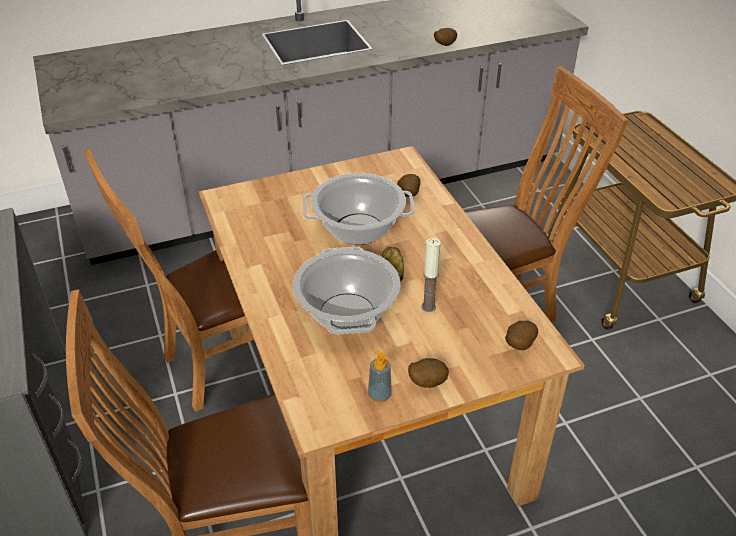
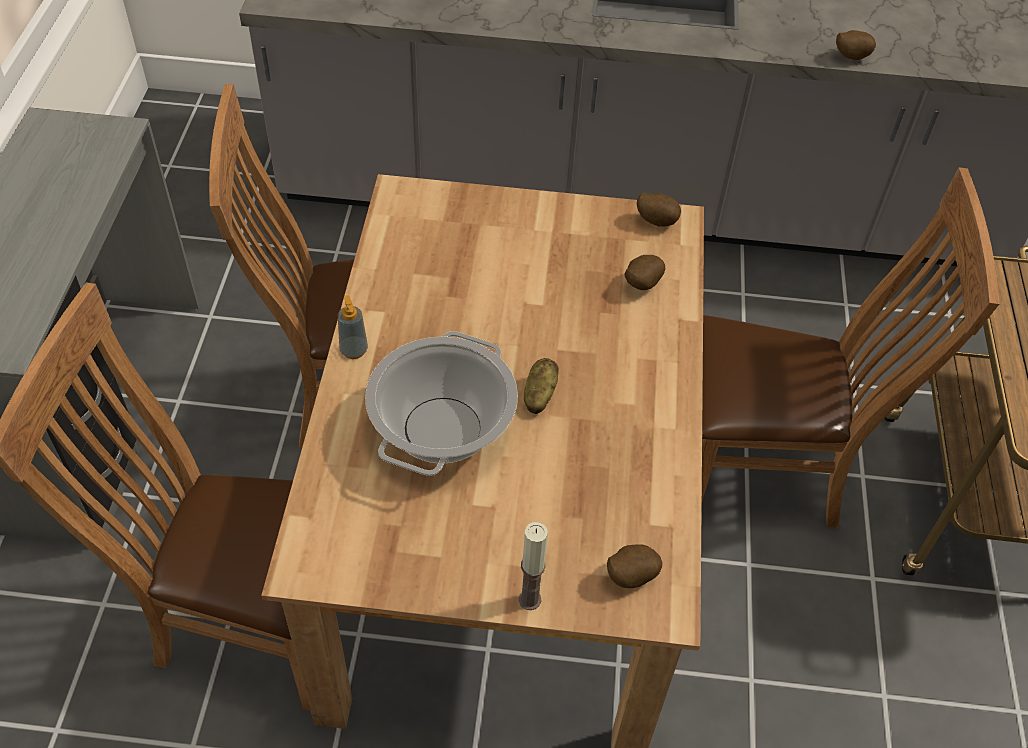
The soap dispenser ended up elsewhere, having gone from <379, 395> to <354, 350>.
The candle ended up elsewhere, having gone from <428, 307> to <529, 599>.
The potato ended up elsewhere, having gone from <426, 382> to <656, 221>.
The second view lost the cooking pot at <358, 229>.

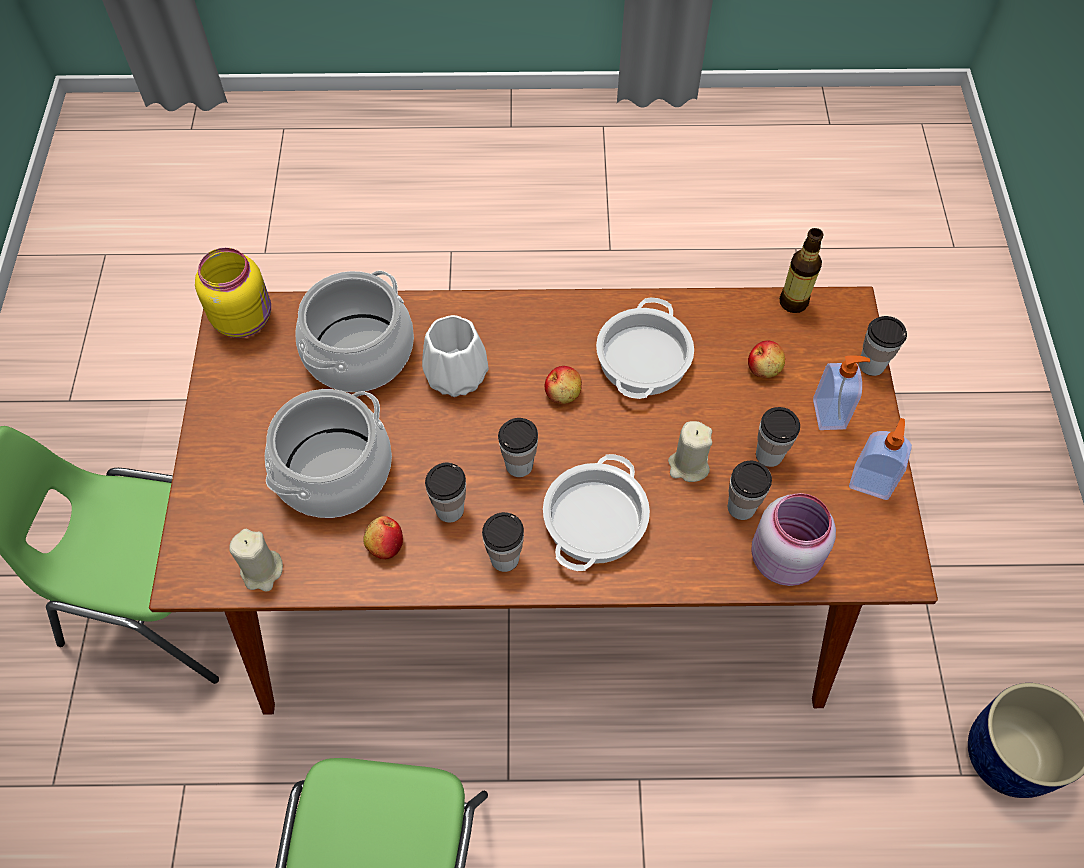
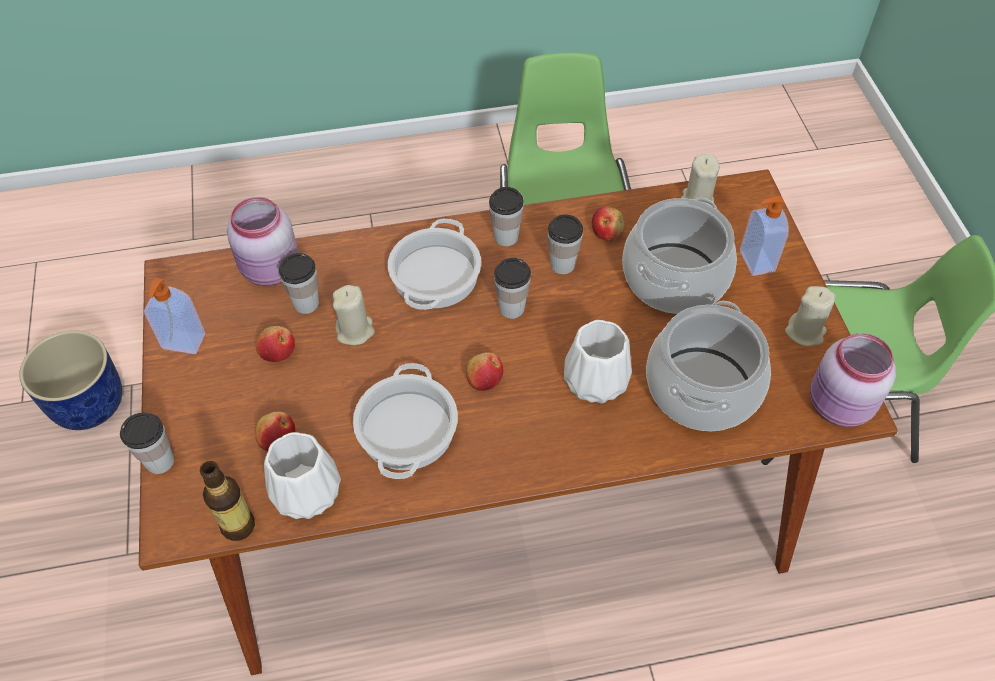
Where the cup stood at <769, 455>, the apple came to stand at <278, 352>.
The second view gained the vase/white at <308, 491>.
The soap dispenser ended up elsewhere, having gone from <830, 414> to <755, 261>.
The second view gained the candle/beige at <805, 332>.
What was the jar/yellow at <245, 318> turned into the jar/pink at <838, 407>.

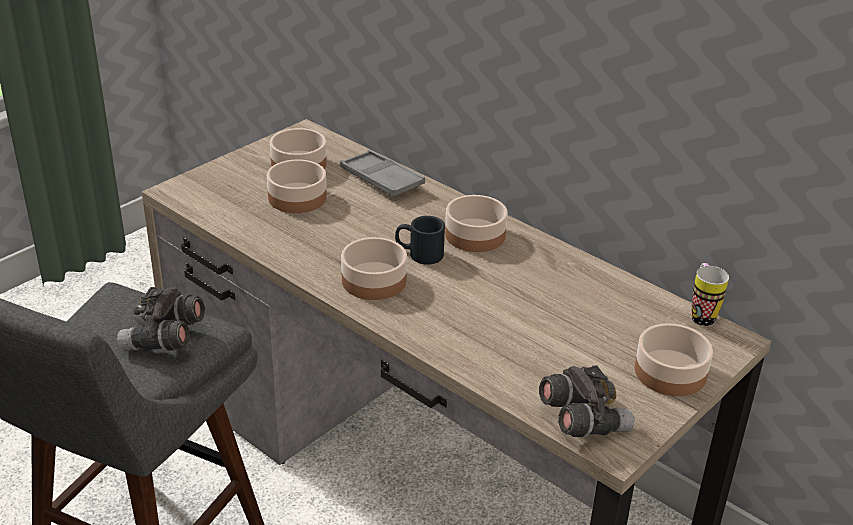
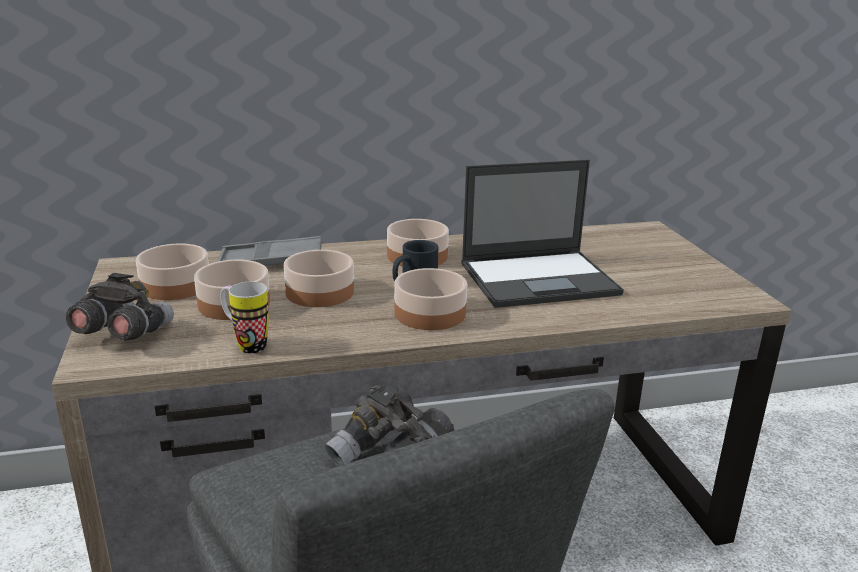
The binoculars/grey ended up elsewhere, having gone from <582, 420> to <124, 335>.
The mug ended up elsewhere, having gone from <701, 314> to <245, 344>.
The bowl ended up elsewhere, having gone from <670, 373> to <320, 293>.
The second view gained the laptop at <540, 279>.

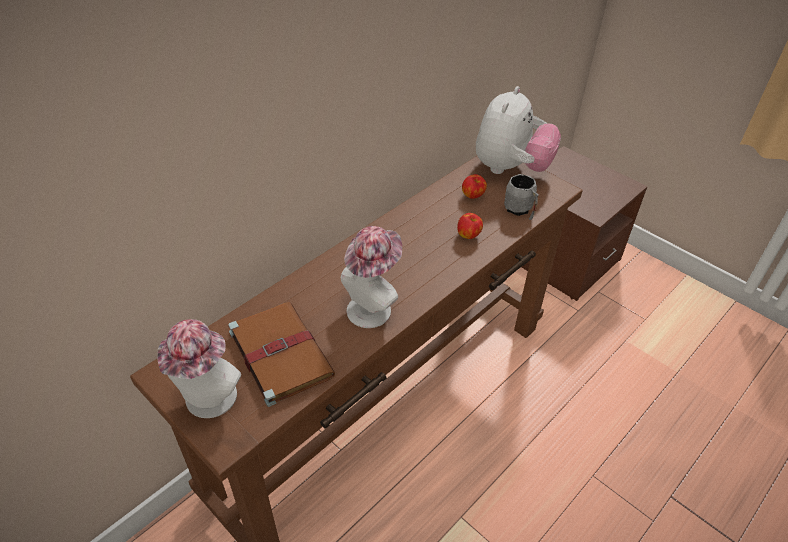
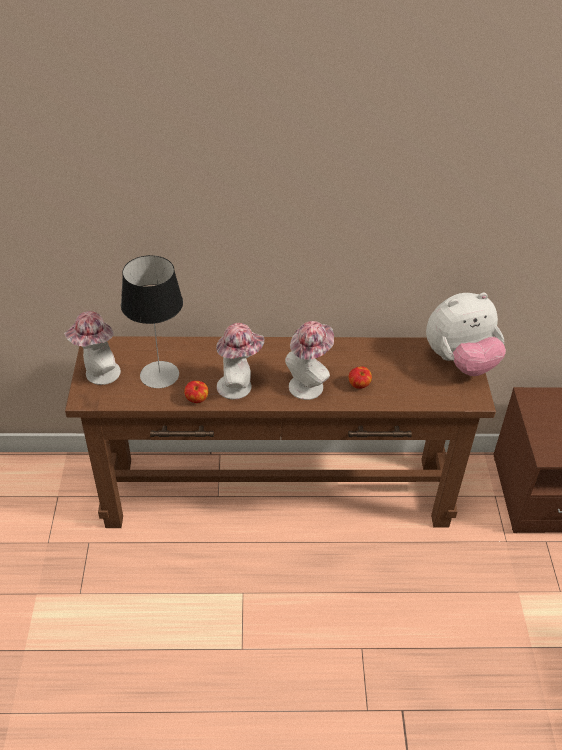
Where the book/brown stood at <279, 352>, the table lamp came to stand at <160, 374>.
The apple ended up elsewhere, having gone from <473, 196> to <197, 400>.
The second view gained the hat at <309, 384>.
The second view lost the mug/grey at <520, 211>.

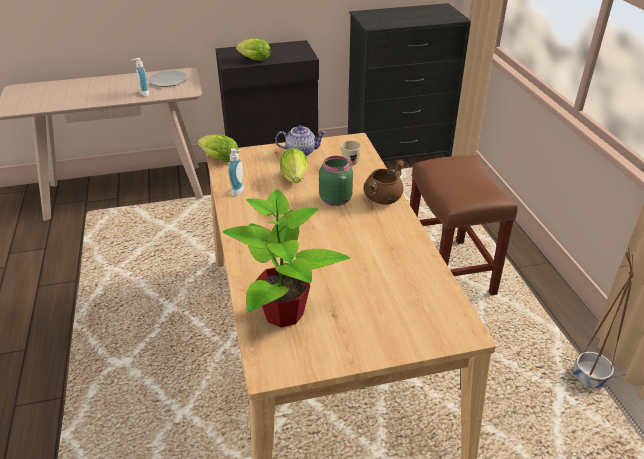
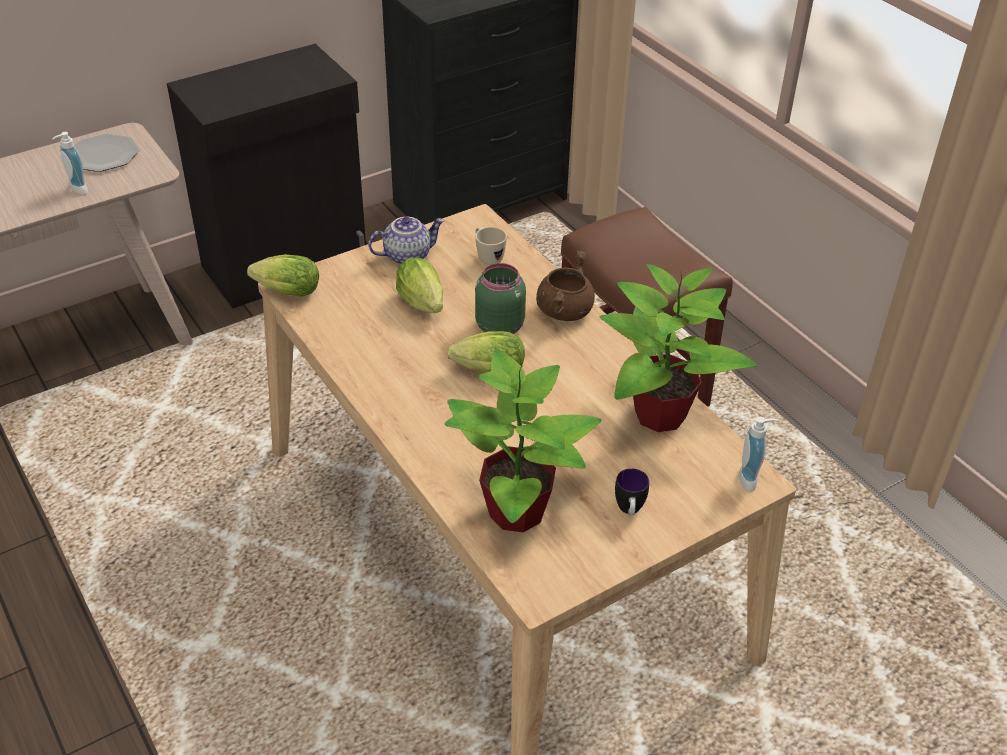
The lettuce ended up elsewhere, having gone from <253, 59> to <485, 370>.
The second view gained the potted plant at <658, 414>.
The second view gained the mug at <629, 511>.
The soap dispenser ended up elsewhere, having gone from <240, 191> to <751, 479>.
The second view lost the planter/brown at <589, 376>.

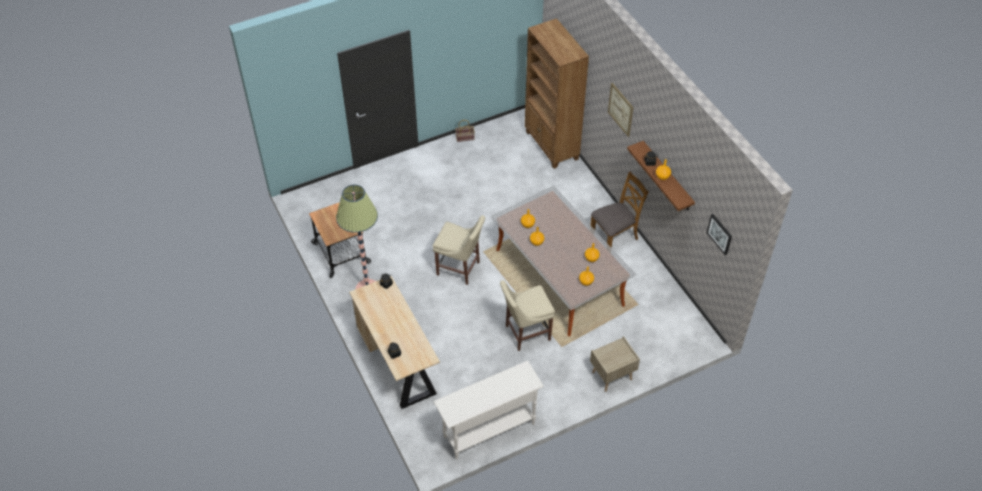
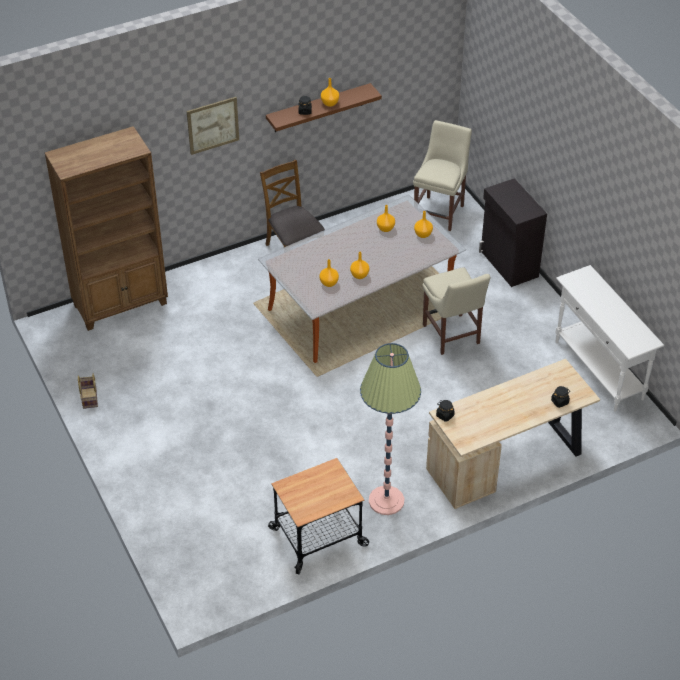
The chair/beige ended up elsewhere, having gone from <460, 269> to <440, 211>.
Where the nightstand/beige stood at <611, 376>, the cabinet/black came to stand at <508, 264>.
The second view lost the picture at <720, 234>.

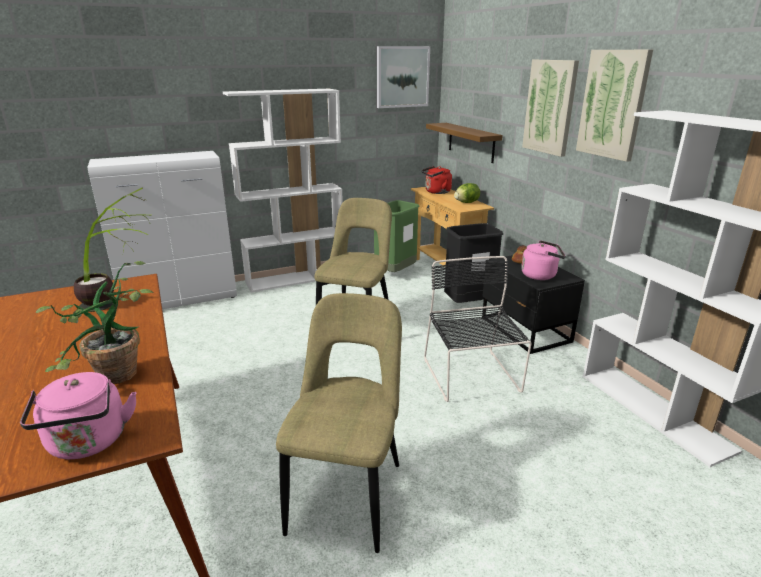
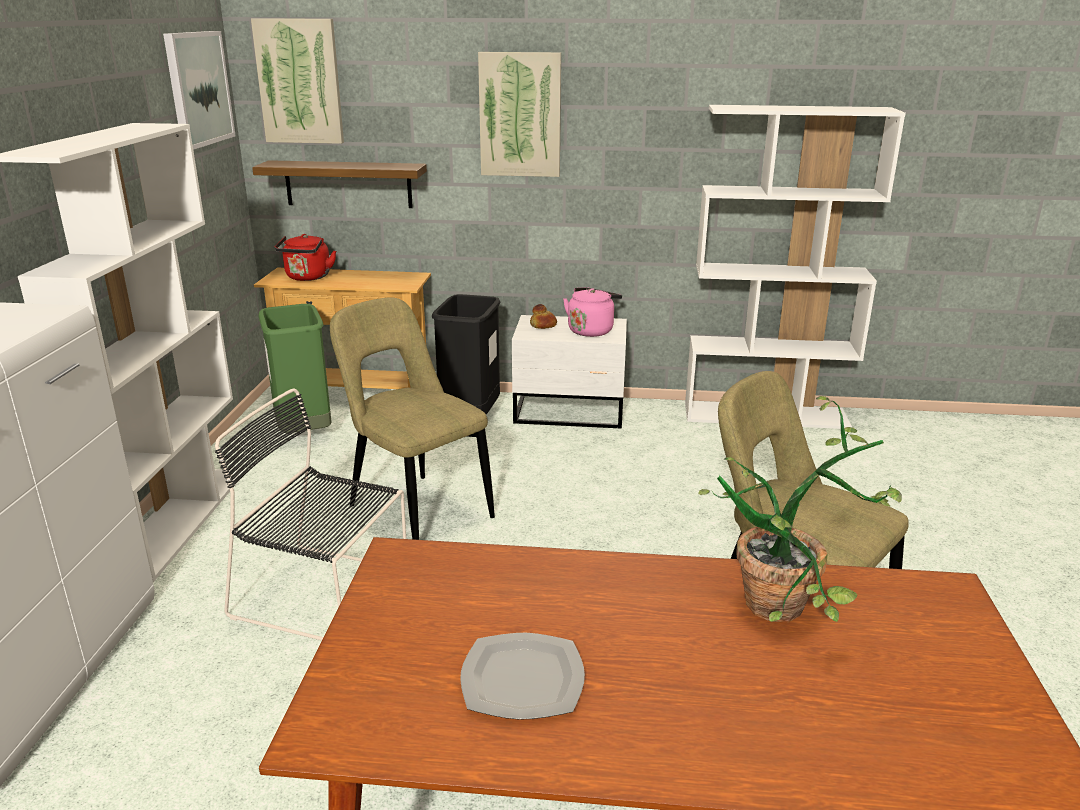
The chair/black ended up elsewhere, having gone from <472, 377> to <325, 594>.
The picture ended up elsewhere, having gone from <613, 104> to <299, 81>.
The second view gained the plate at <523, 680>.
What was the nightstand/black at <525, 330> turned into the nightstand/white at <571, 412>.
The second view lost the kettle/pink at <88, 443>.
The second view lost the potted plant at <119, 304>.
The second view lost the lettuce at <466, 203>.

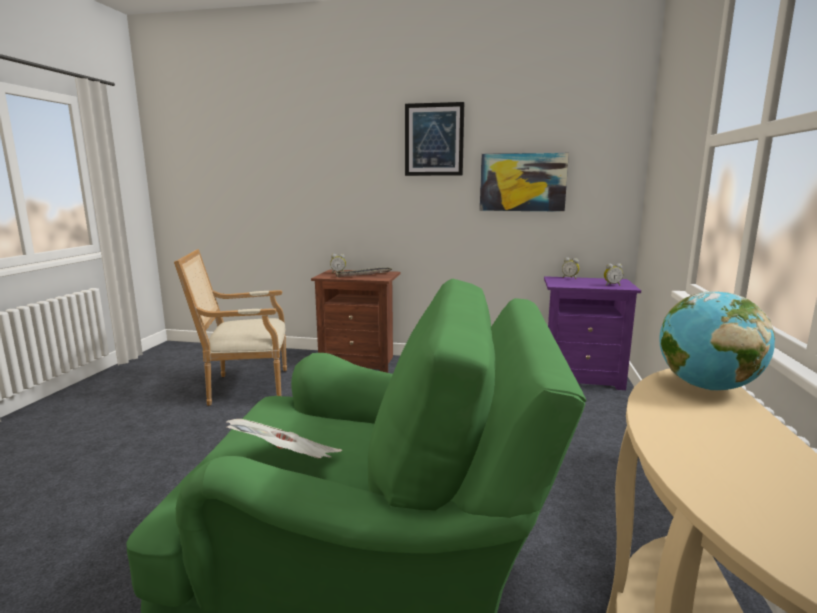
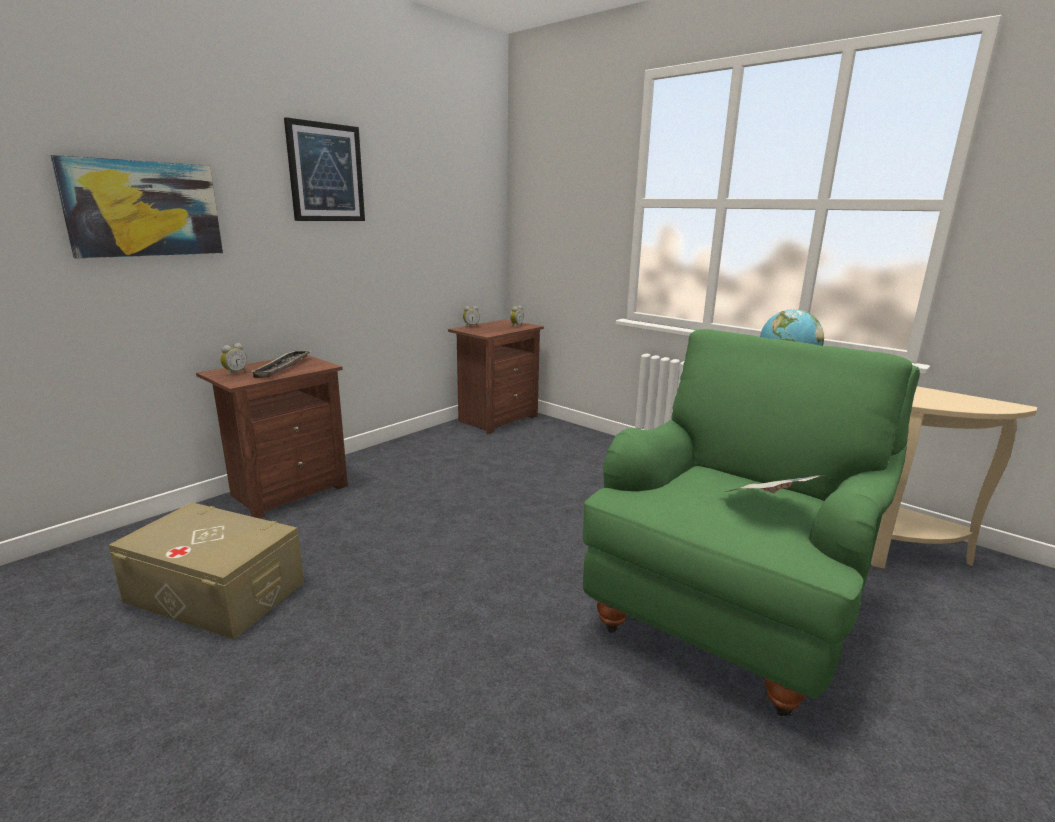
The picture ended up elsewhere, having gone from <522, 182> to <144, 209>.
Where the armchair stood at <244, 388>, the storage box/beige came to stand at <215, 592>.
What was the nightstand/purple at <581, 377> turned into the nightstand/brown at <496, 418>.

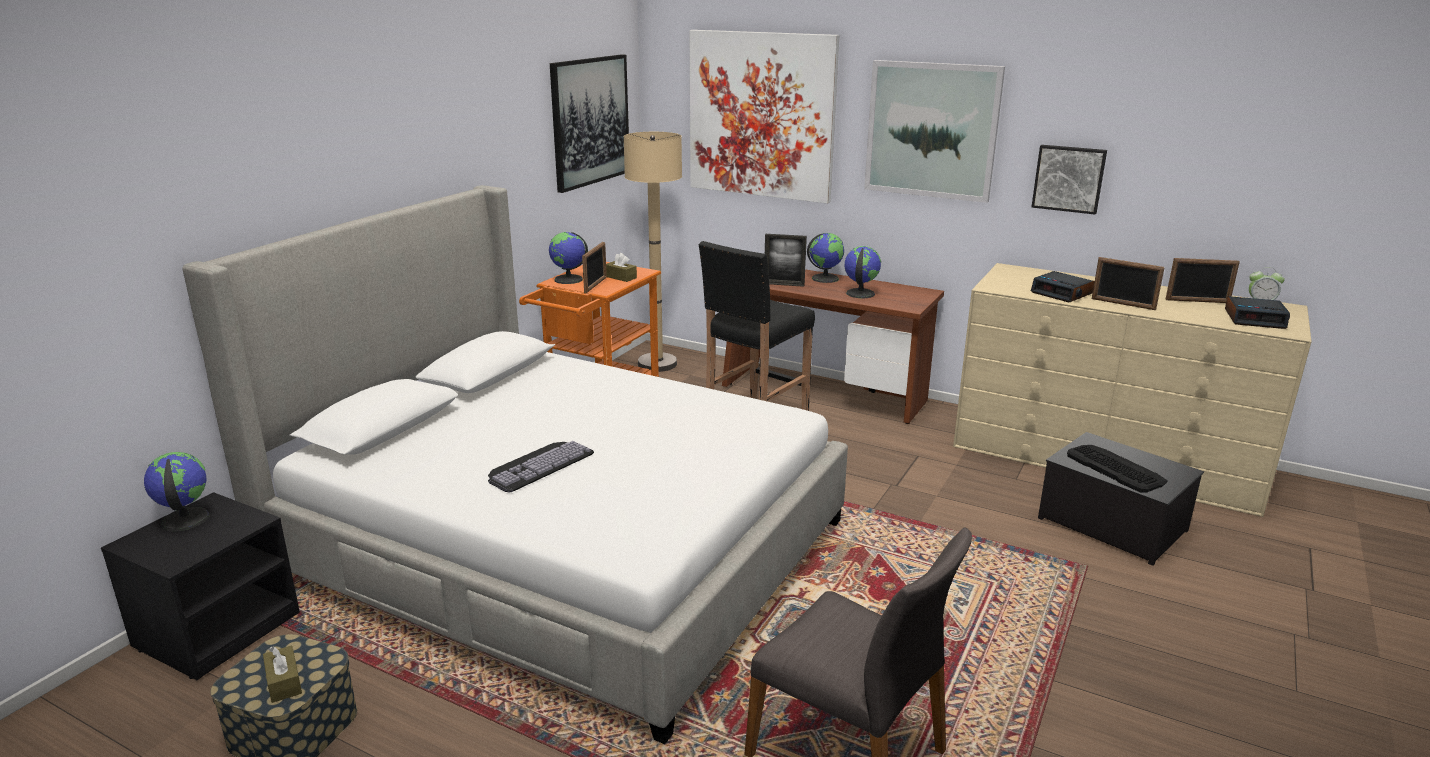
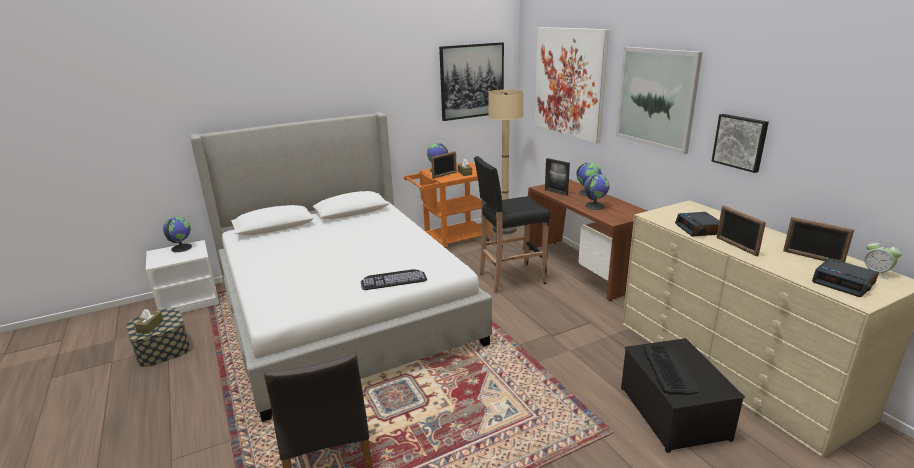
What was the nightstand/black at <218, 629> turned into the nightstand/white at <190, 300>.
The keyboard ended up elsewhere, having gone from <538, 464> to <393, 279>.

